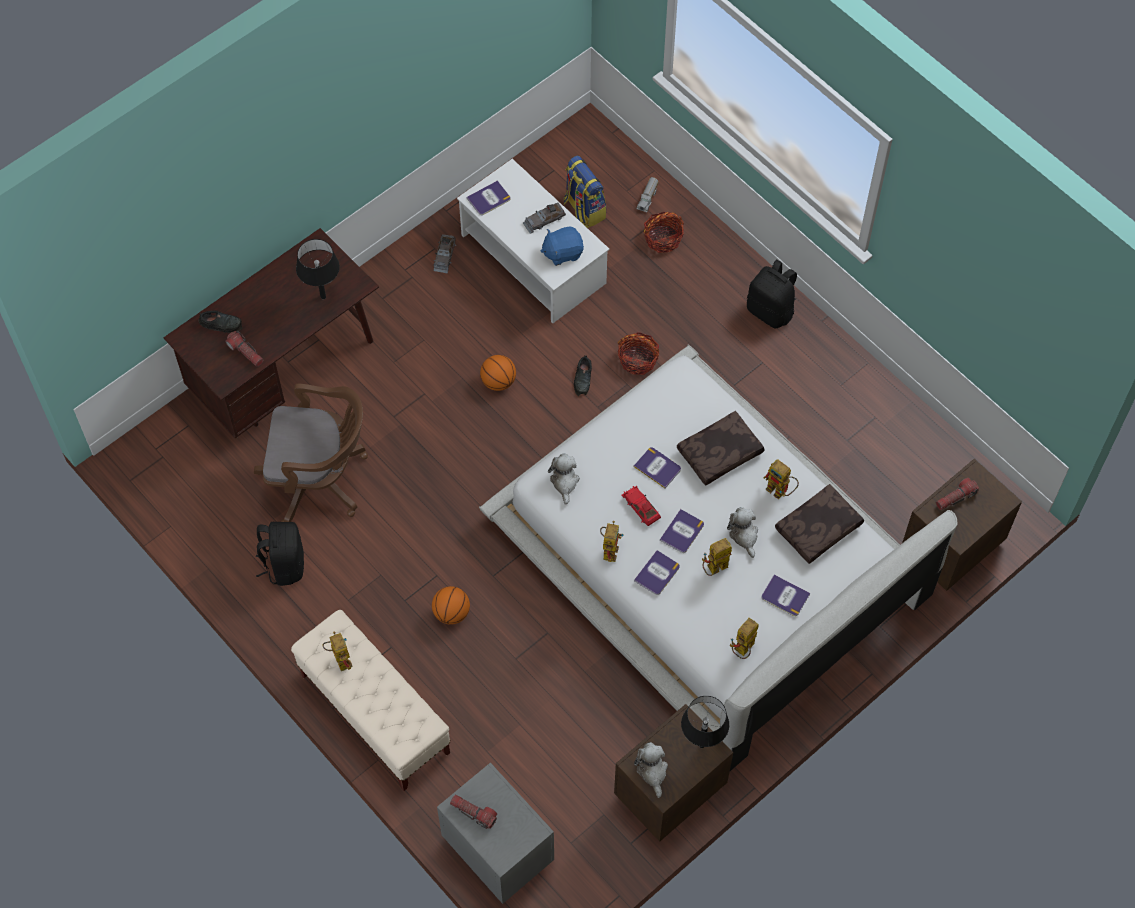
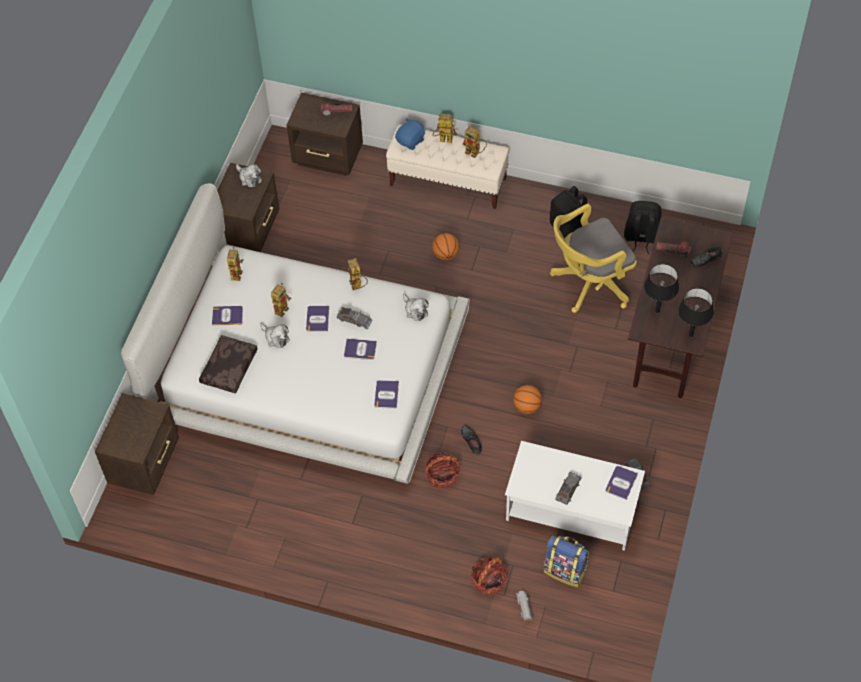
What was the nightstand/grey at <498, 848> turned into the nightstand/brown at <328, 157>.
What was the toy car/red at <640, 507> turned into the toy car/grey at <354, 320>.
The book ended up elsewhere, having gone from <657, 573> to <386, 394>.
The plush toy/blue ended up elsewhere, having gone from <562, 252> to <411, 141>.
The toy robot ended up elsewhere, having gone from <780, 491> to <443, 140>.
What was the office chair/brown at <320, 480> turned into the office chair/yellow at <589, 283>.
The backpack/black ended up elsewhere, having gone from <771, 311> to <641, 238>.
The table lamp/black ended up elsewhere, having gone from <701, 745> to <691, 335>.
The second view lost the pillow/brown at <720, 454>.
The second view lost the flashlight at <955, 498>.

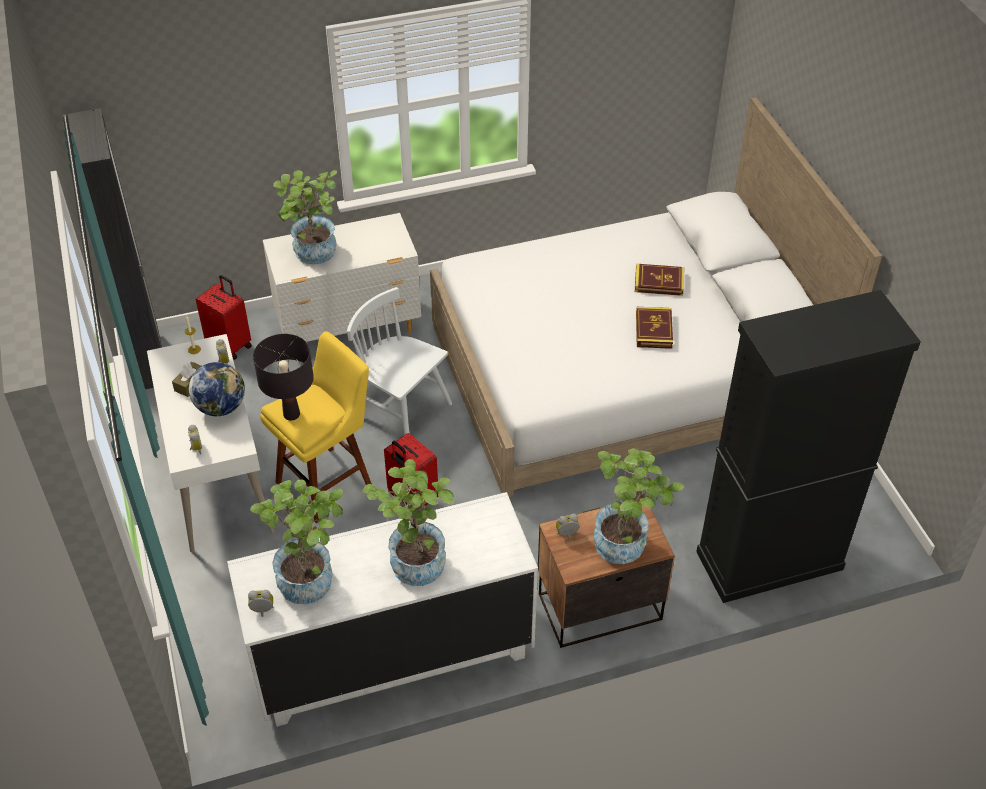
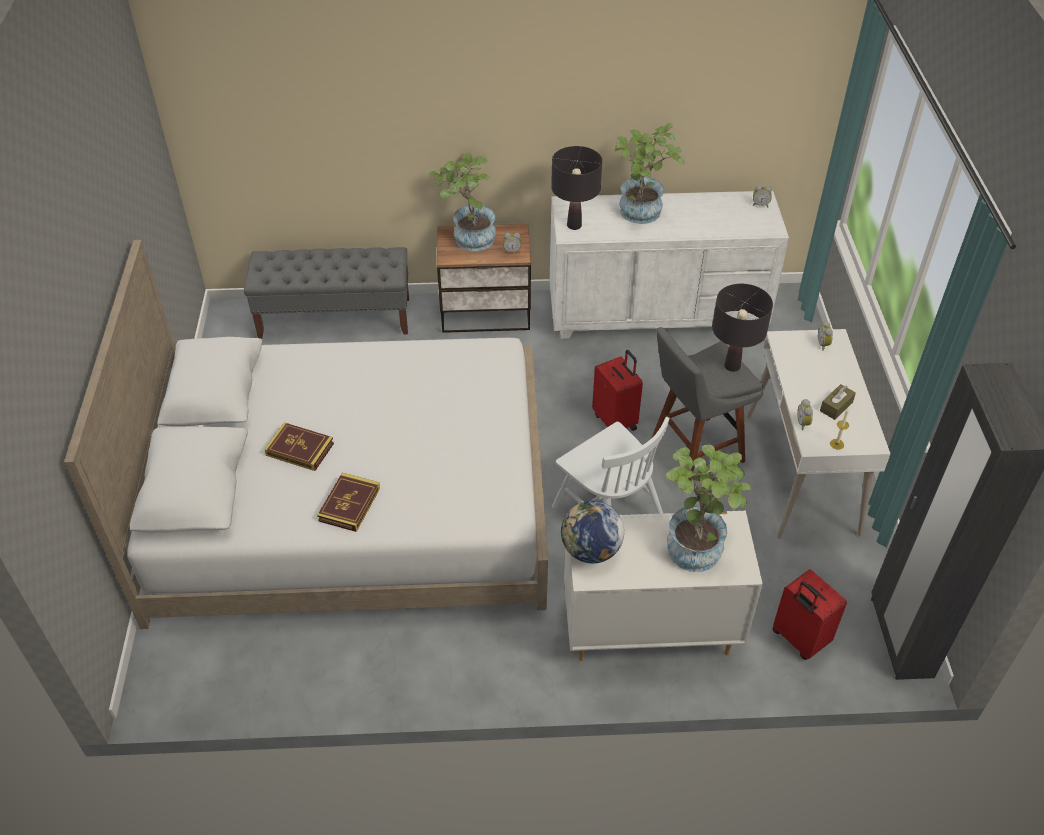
Where the cabinet/black stood at <768, 560>, the bench/grey came to stand at <335, 318>.
The book ended up elsewhere, having gone from <653, 330> to <349, 504>.
The second view gained the table lamp/black at <574, 225>.
The globe ended up elsewhere, having gone from <221, 407> to <590, 551>.
What was the stool/yellow at <328, 481> turned into the stool/grey at <693, 452>.
The second view lost the potted plant at <310, 576>.

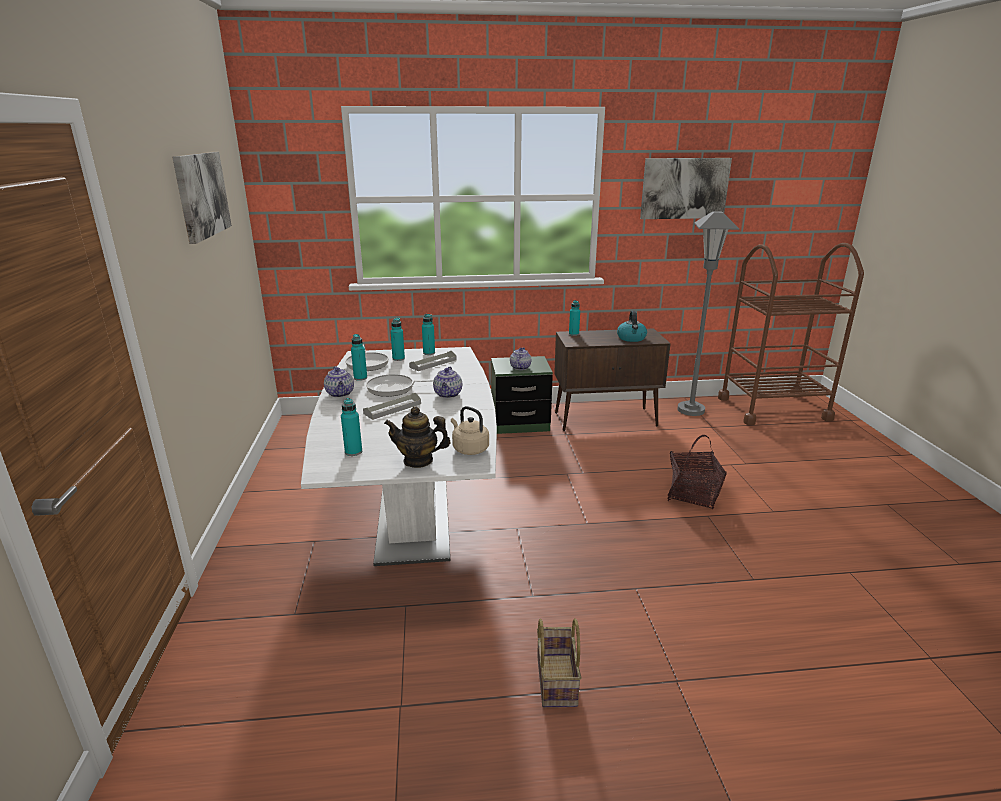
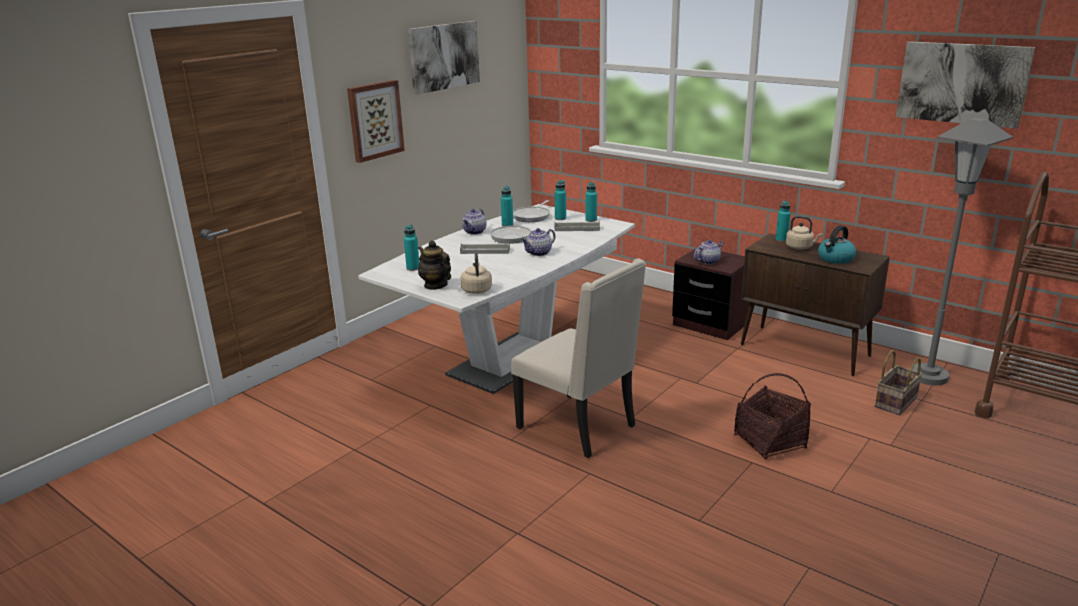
The second view gained the picture at <375, 120>.
The second view gained the chair/beige at <579, 427>.
What was the nightstand/green at <520, 423> turned into the nightstand/brown at <710, 324>.
The second view gained the kettle/beige at <800, 247>.
The basket ended up elsewhere, having gone from <555, 679> to <895, 401>.

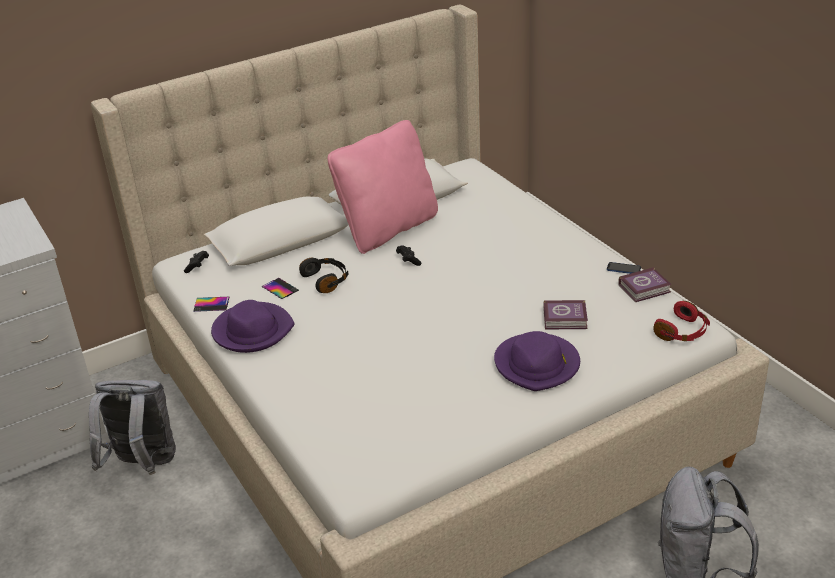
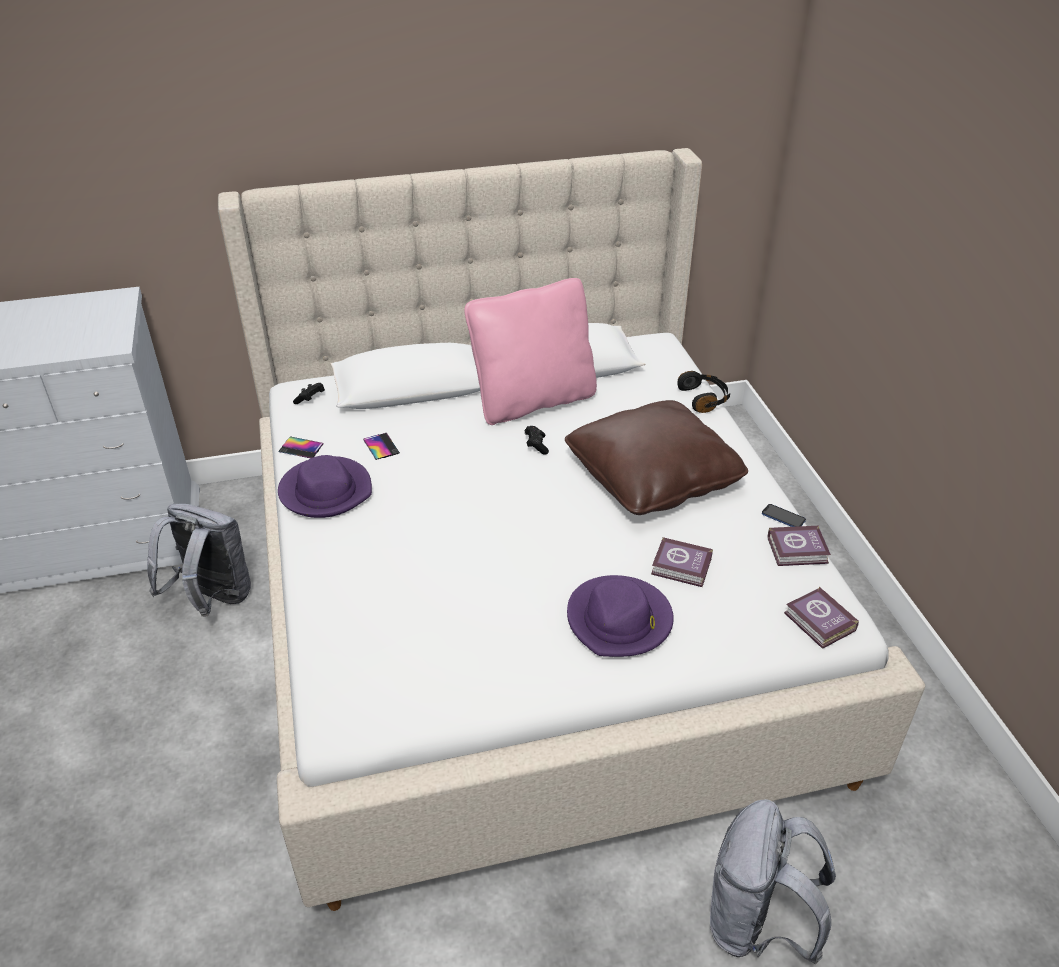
The second view gained the pillow/brown at <652, 477>.
The headphones/black ended up elsewhere, having gone from <326, 280> to <704, 399>.
Where the headphones/red stood at <682, 332>, the book came to stand at <820, 623>.

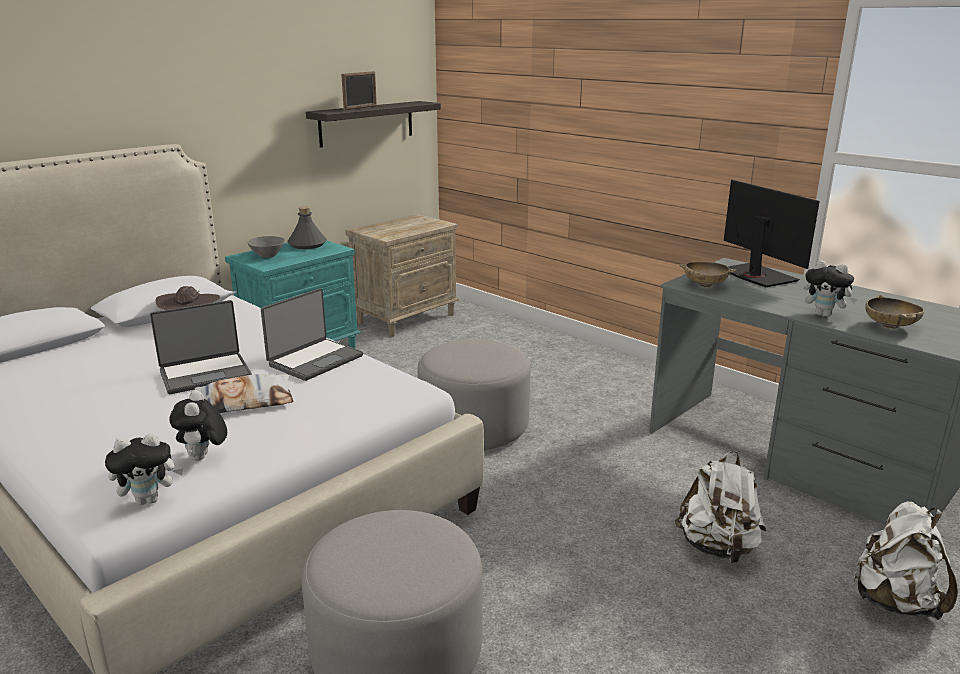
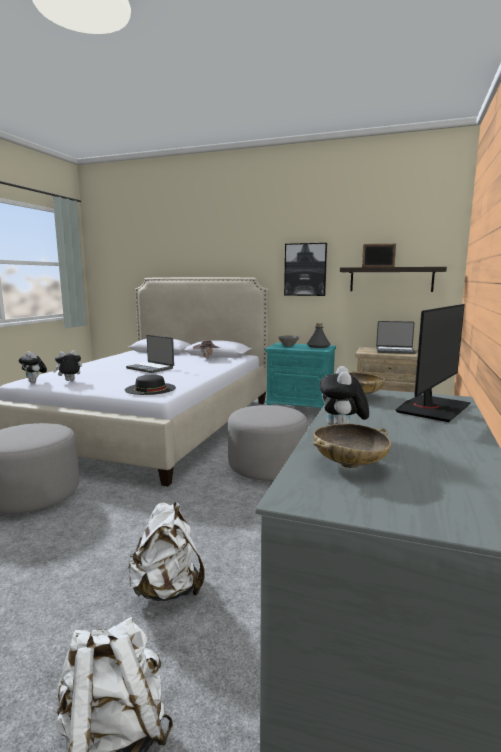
The second view gained the hat/black at <150, 388>.
The second view gained the picture at <305, 269>.
The laptop ended up elsewhere, having gone from <314, 360> to <395, 351>.
The second view lost the pillow at <246, 402>.

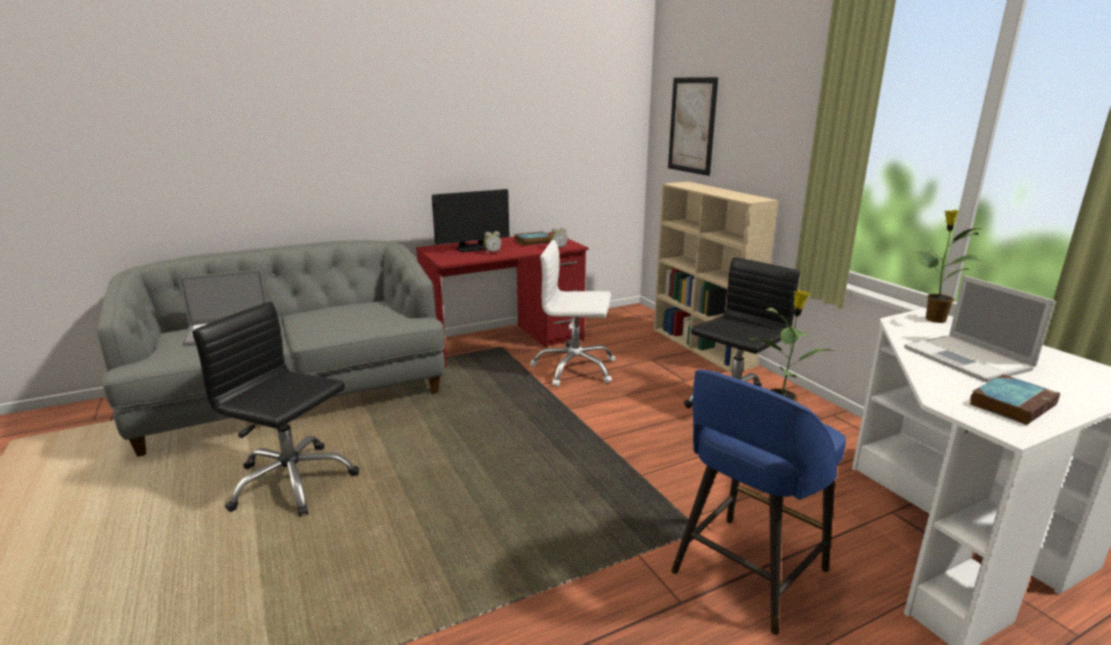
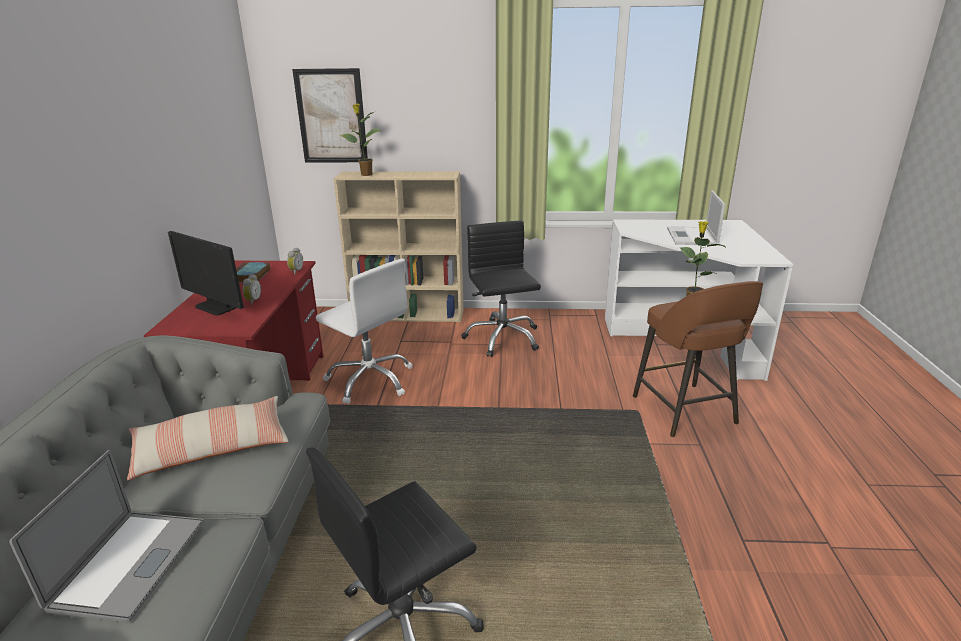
The second view gained the pillow at <212, 449>.
The monitor at <472, 248> ended up facing another way, 120 degrees clockwise from before.
The office chair/white at <574, 368> ended up facing another way, 90 degrees counterclockwise from before.
The potted plant ended up elsewhere, having gone from <934, 319> to <366, 174>.
What was the stool/blue at <746, 573> turned into the stool/brown at <685, 411>.
The laptop at <969, 359> ended up facing another way, 90 degrees clockwise from before.
The second view lost the book at <1012, 404>.

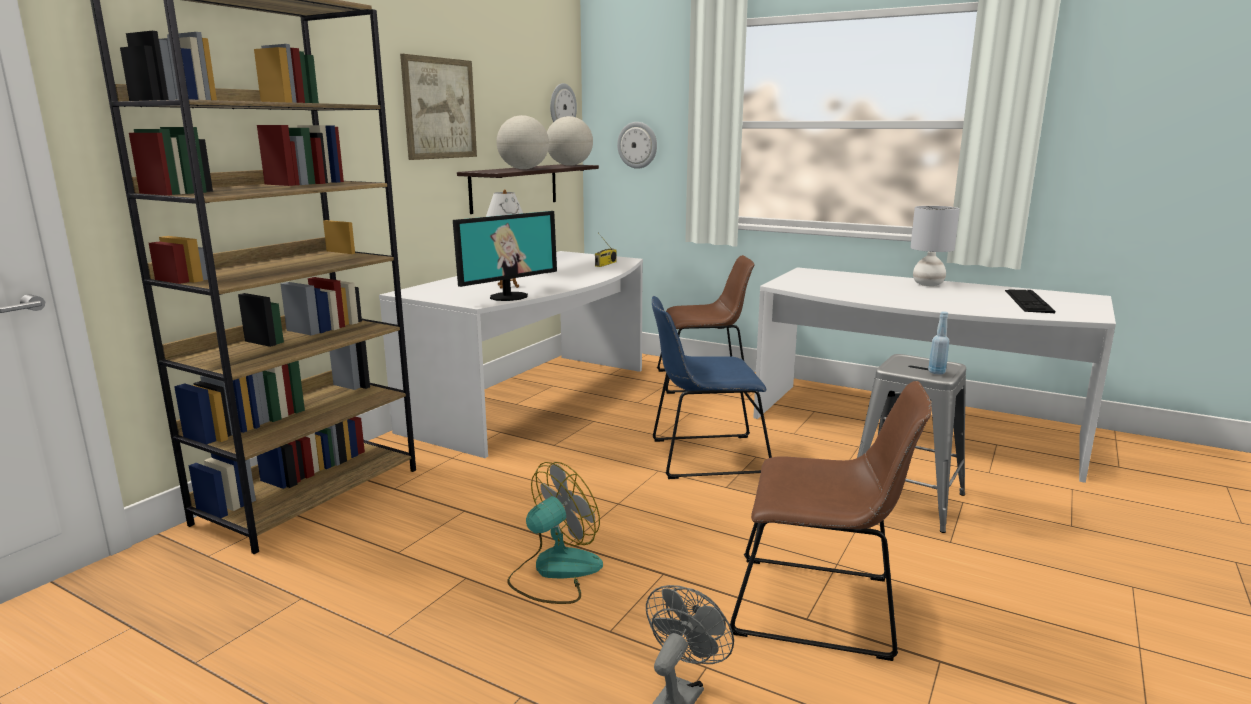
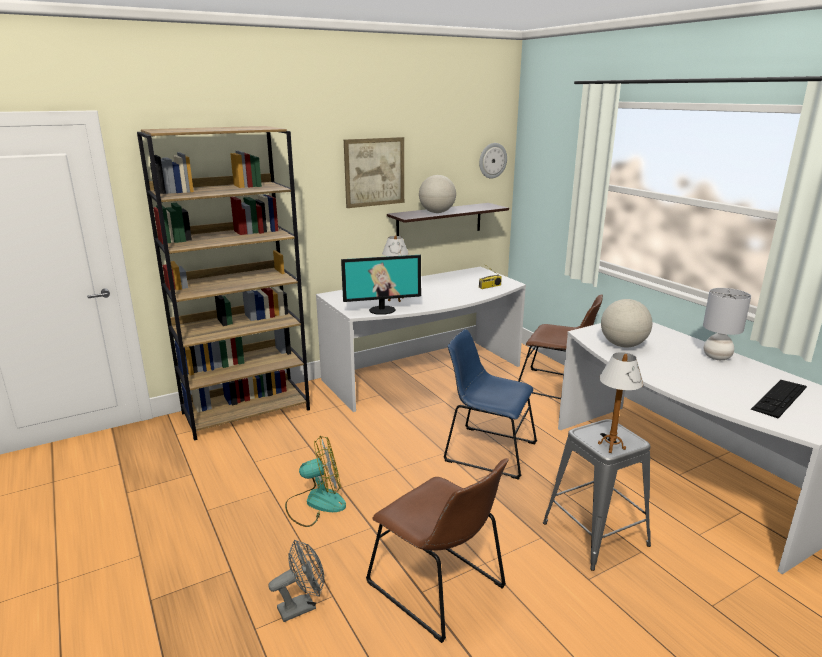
Where the bottle/blue stood at <936, 372>, the table lamp came to stand at <611, 446>.
The globe ended up elsewhere, having gone from <569, 165> to <622, 345>.
The second view lost the wall clock at <637, 145>.

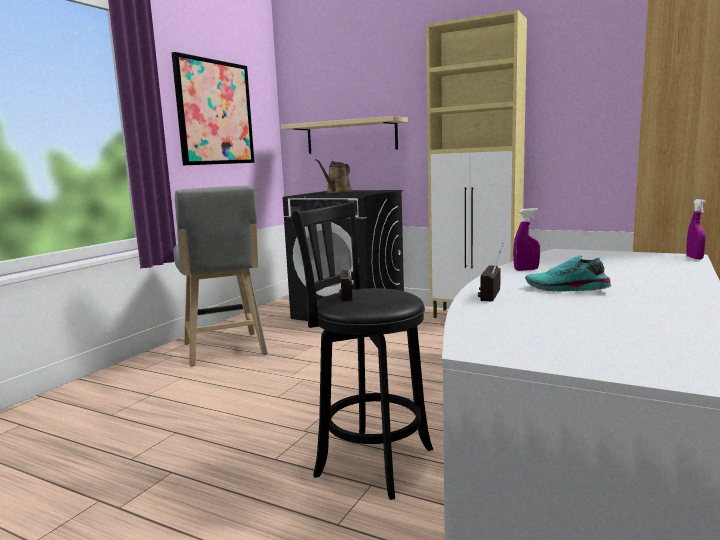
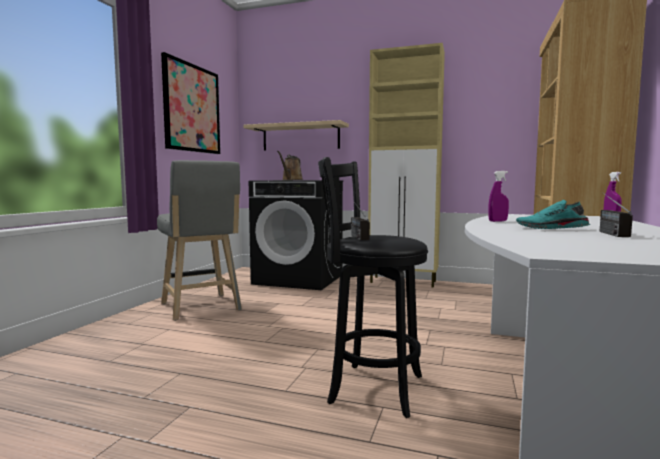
The radio ended up elsewhere, having gone from <491, 291> to <607, 232>.

